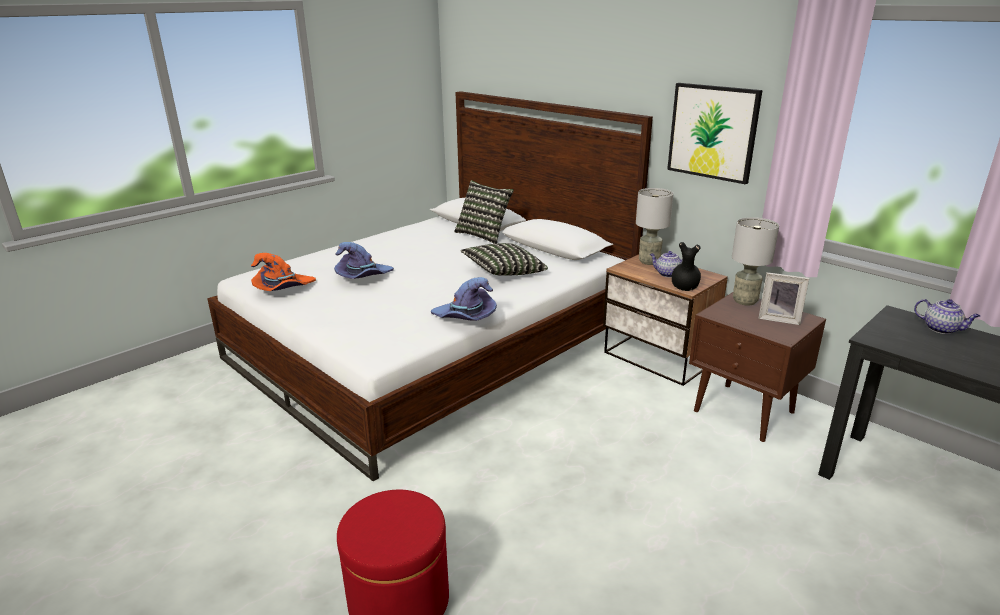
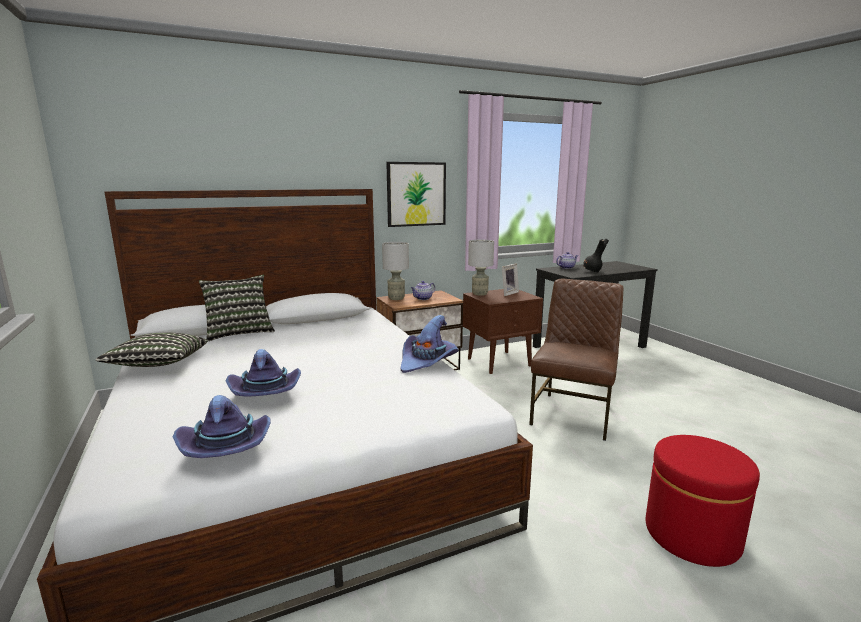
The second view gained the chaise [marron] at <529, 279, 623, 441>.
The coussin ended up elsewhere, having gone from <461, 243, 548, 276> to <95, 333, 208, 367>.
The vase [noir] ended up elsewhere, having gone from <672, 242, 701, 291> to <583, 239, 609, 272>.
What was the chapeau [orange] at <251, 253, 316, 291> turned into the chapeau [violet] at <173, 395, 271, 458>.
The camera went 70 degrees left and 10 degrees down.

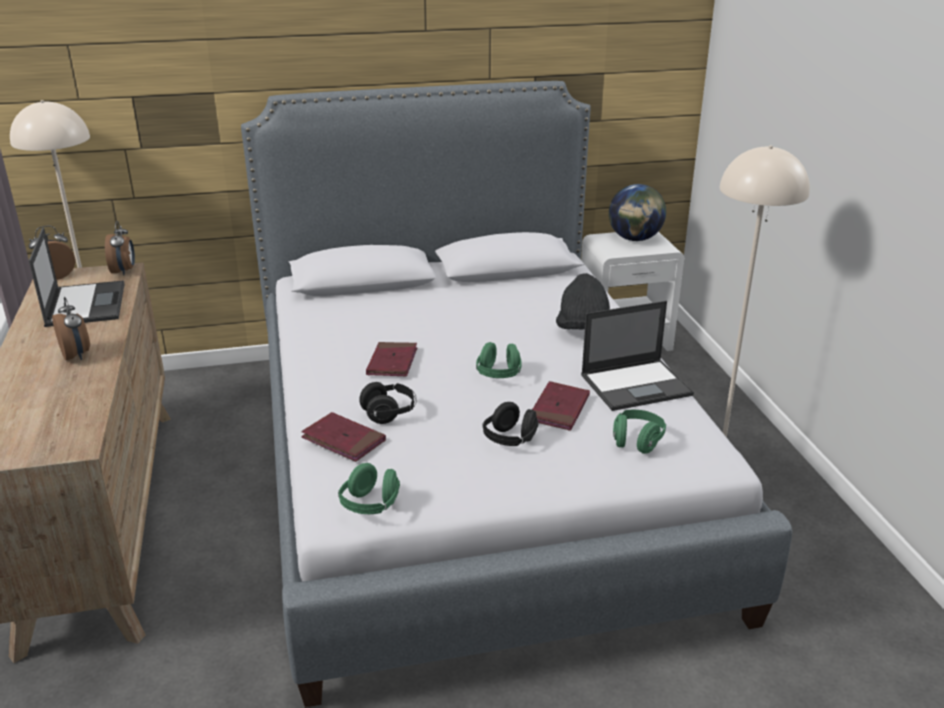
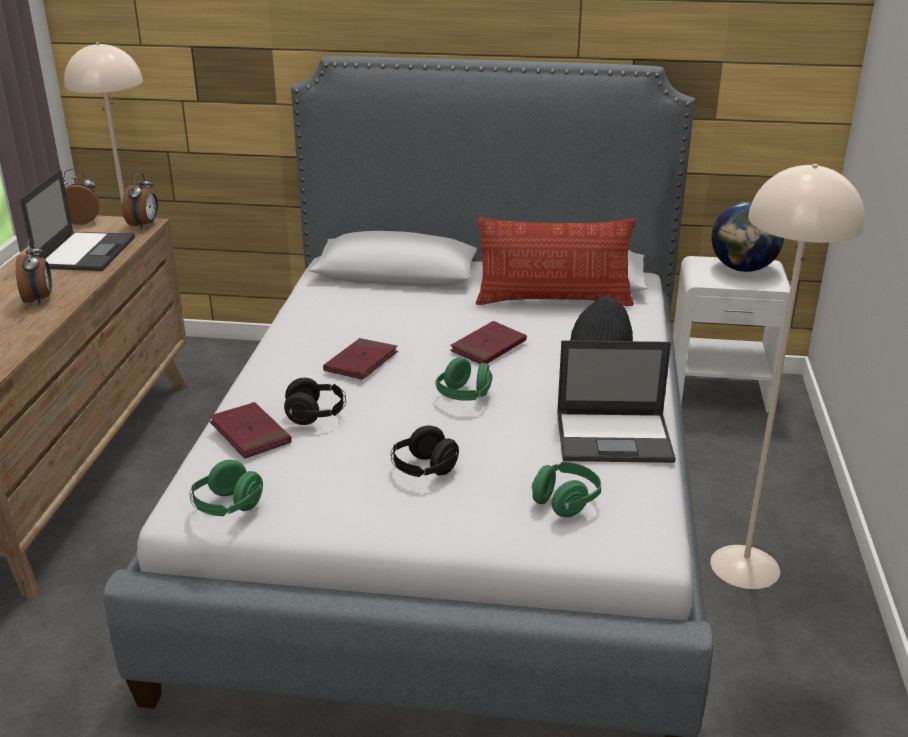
The second view gained the coussin at <476, 217, 636, 306>.
The livre [rouge] ended up elsewhere, having gone from <533, 381, 590, 431> to <450, 321, 527, 364>.
The camera went 20 degrees right and 0 degrees up.

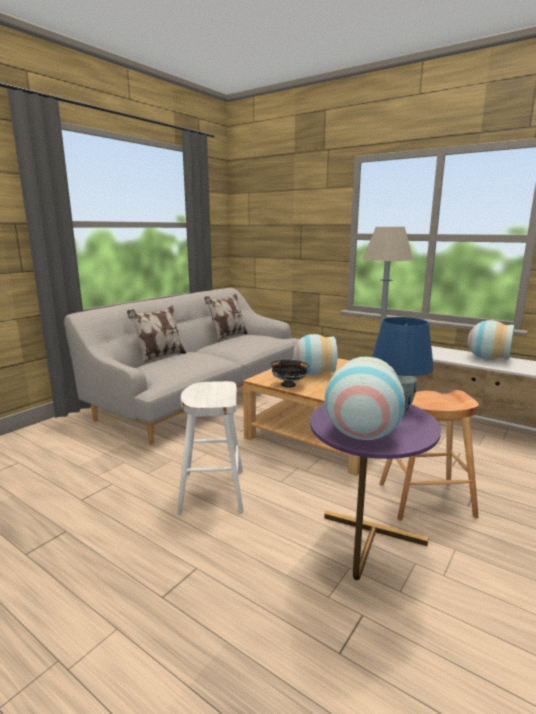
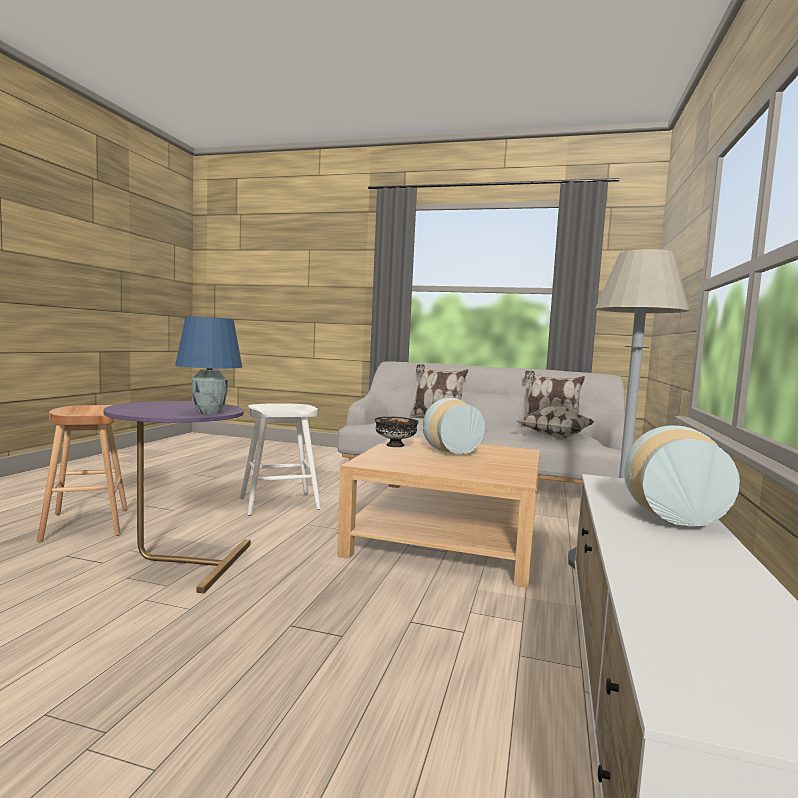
The second view lost the vase at <325, 357, 405, 440>.
The second view gained the coussin at <516, 406, 594, 438>.
The tabouret [marron] ended up elsewhere, having gone from <379, 390, 479, 520> to <37, 405, 128, 542>.
The camera went 70 degrees right and 10 degrees down.

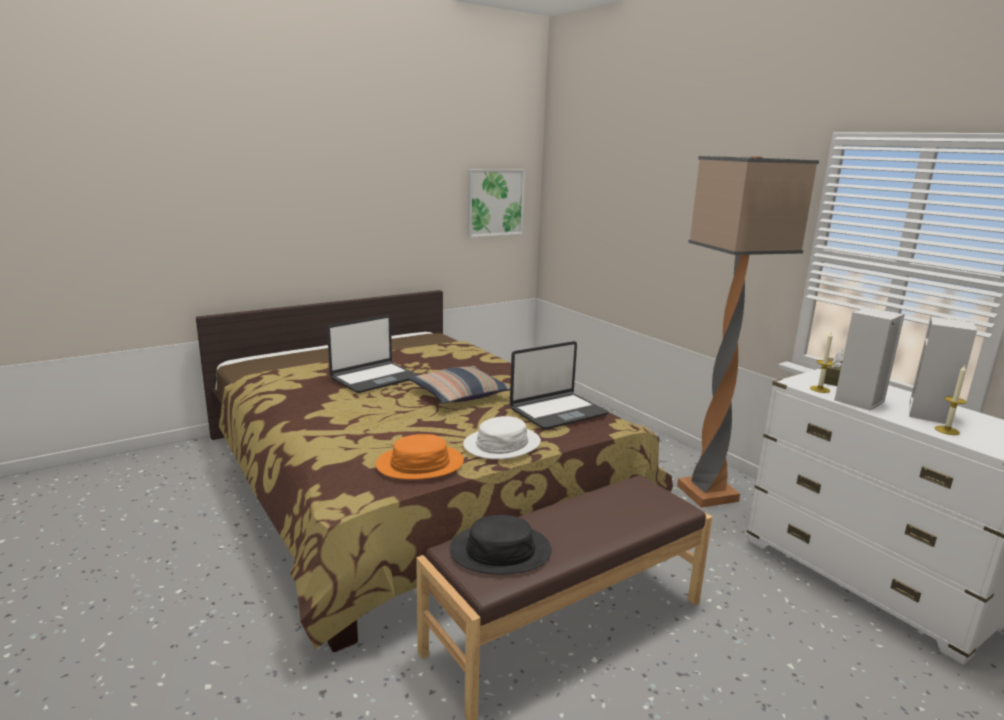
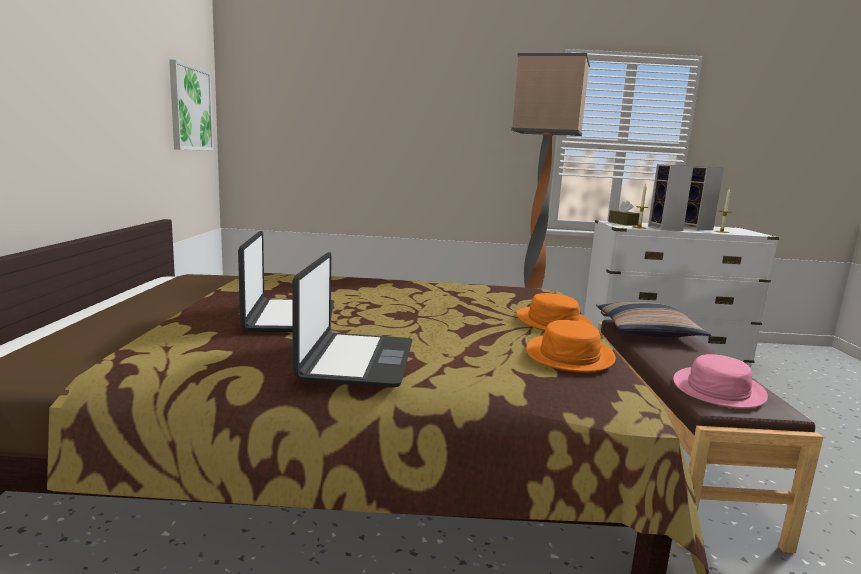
The coussin ended up elsewhere, having gone from <409, 366, 510, 404> to <596, 302, 711, 338>.
The ordinateur portable ended up elsewhere, having gone from <510, 341, 608, 430> to <292, 252, 412, 388>.
What was the chapeau [noir] at <450, 515, 552, 574> turned into the chapeau [rose] at <673, 354, 768, 409>.
What was the chapeau [blanc] at <463, 416, 541, 459> turned into the chapeau [orange] at <517, 293, 593, 331>.
The camera went 55 degrees left and 5 degrees down.

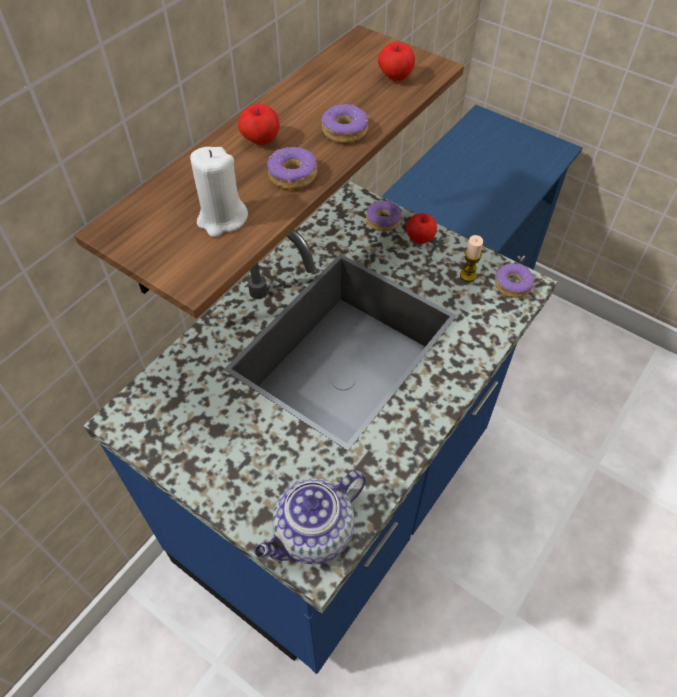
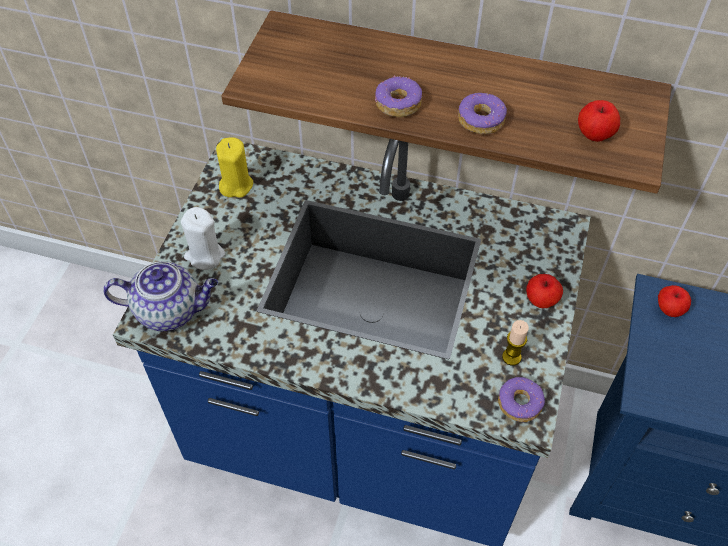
The second view lost the beignet at <366, 201, 402, 231>.
The second view gained the bougie [jaune] at <216, 137, 253, 198>.
The bougie [blanc] ended up elsewhere, having gone from <190, 147, 248, 237> to <181, 207, 225, 270>.
The pomme ended up elsewhere, having gone from <238, 104, 280, 145> to <658, 285, 691, 317>.
The théière at <255, 470, 366, 564> ended up facing another way, 150 degrees clockwise from before.
The camera went 70 degrees right and 0 degrees up.

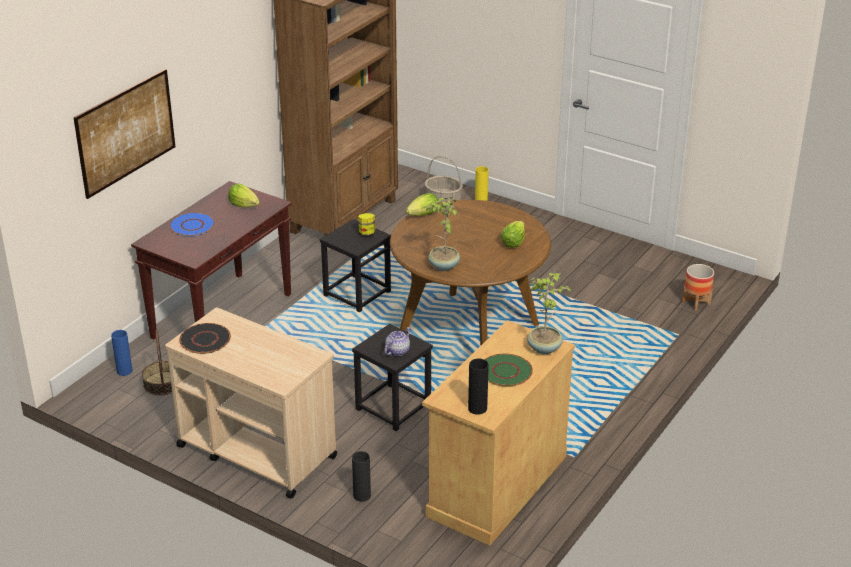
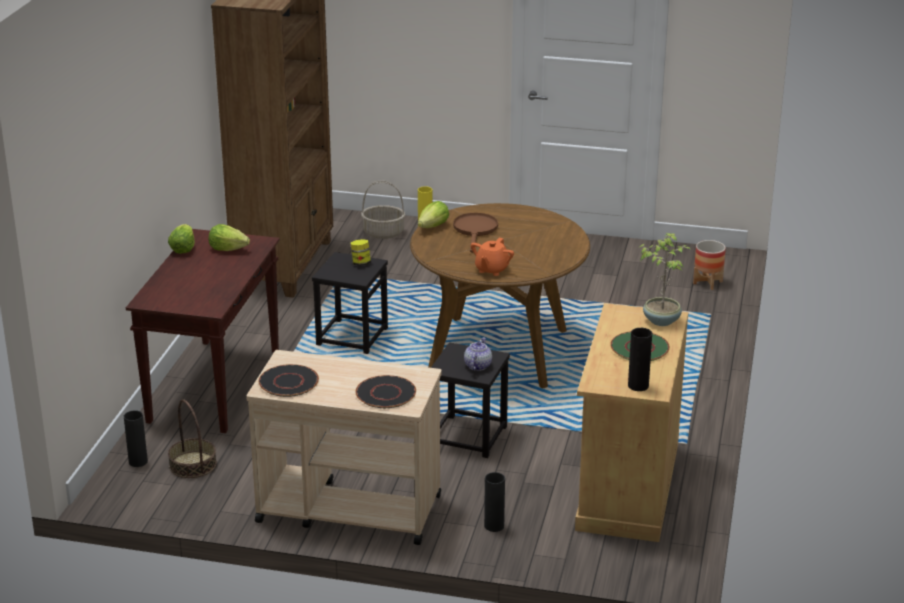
The second view lost the tableau at <74, 69, 175, 199>.
The second view lost the assiette [bleu] at <169, 212, 215, 237>.
The second view gained the assiette [noir] at <355, 375, 416, 408>.
The second view gained the poêle [marron] at <453, 213, 498, 253>.
The laitue ended up elsewhere, having gone from <501, 221, 525, 248> to <168, 224, 195, 254>.
Where the plante en pot stood at <424, 197, 460, 271>, the théière [orange] came to stand at <471, 237, 514, 276>.
What was the vase [bleu] at <111, 330, 133, 376> turned into the vase [noir] at <124, 410, 148, 467>.
The camera went 20 degrees left and 5 degrees down.

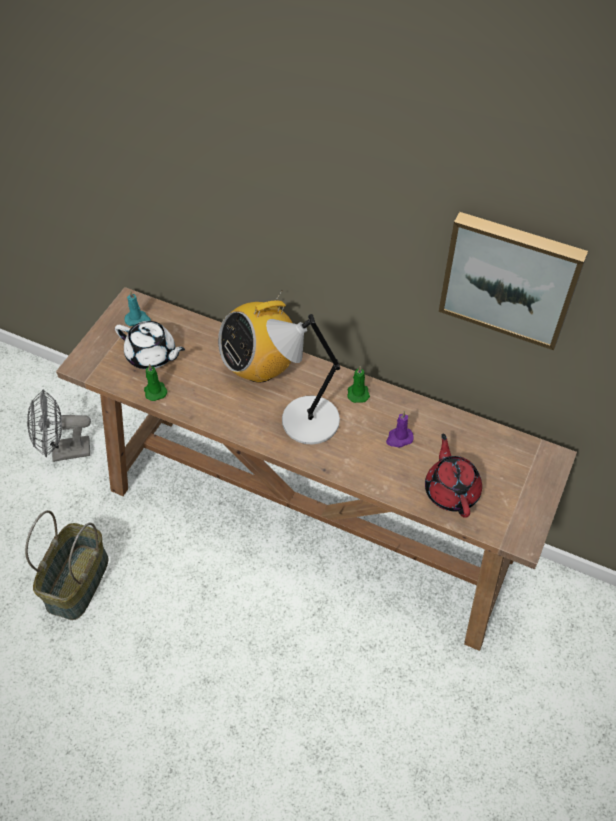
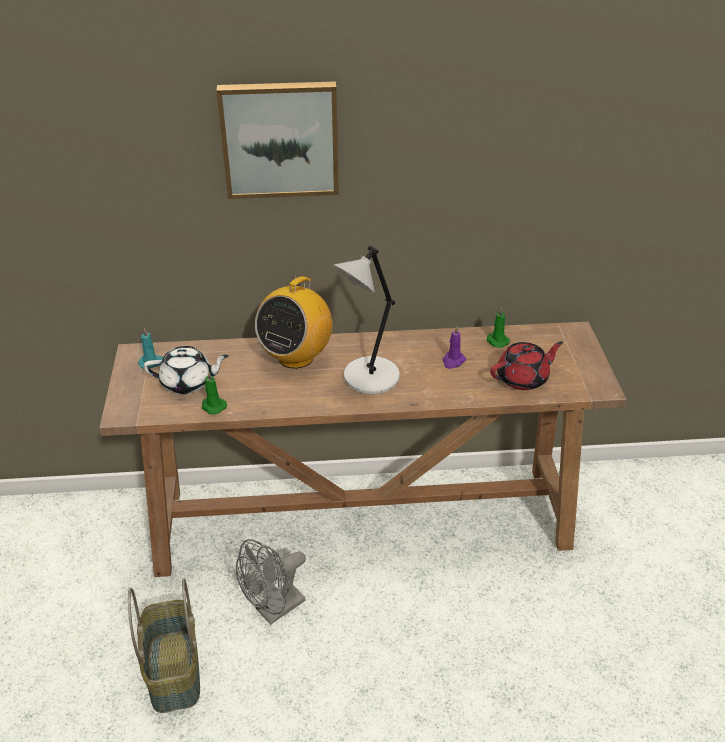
The ventilateur [gris] ended up elsewhere, having gone from <27, 390, 91, 462> to <236, 539, 306, 625>.
The bougie [vert] ended up elsewhere, having gone from <347, 366, 370, 403> to <486, 307, 510, 348>.
The tableau ended up elsewhere, having gone from <439, 212, 588, 350> to <216, 81, 339, 199>.
The théière [rouge] at <425, 433, 482, 518> ended up facing another way, 105 degrees clockwise from before.
The camera went 30 degrees left and 15 degrees down.

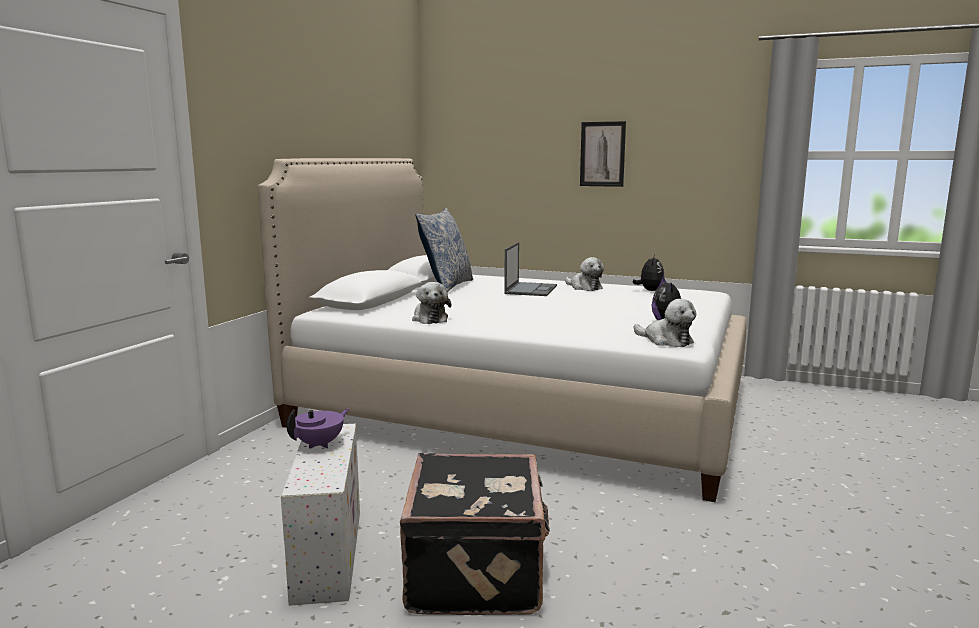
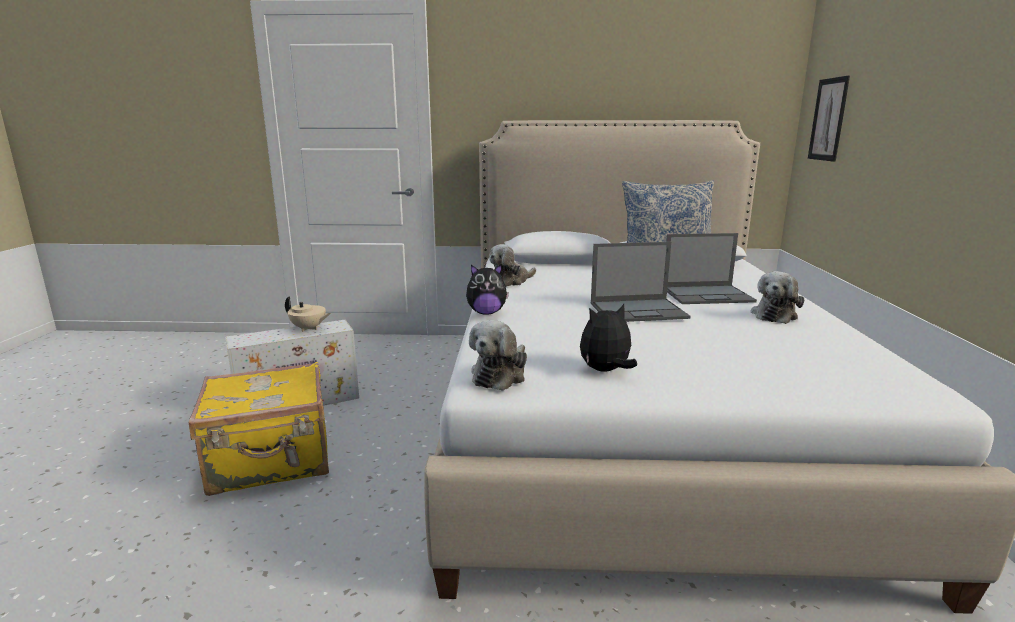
The second view gained the ordinateur portable at <591, 242, 691, 322>.
The tableau ended up elsewhere, having gone from <580, 121, 626, 187> to <808, 76, 850, 162>.
The peluche ended up elsewhere, having gone from <632, 255, 665, 291> to <466, 264, 509, 315>.
What was the théière [violet] at <287, 409, 349, 448> turned into the théière [beige] at <285, 296, 331, 332>.
What was the valise [noir] at <400, 453, 550, 615> turned into the valise [jaune] at <189, 362, 329, 496>.
The camera went 70 degrees right and 5 degrees up.

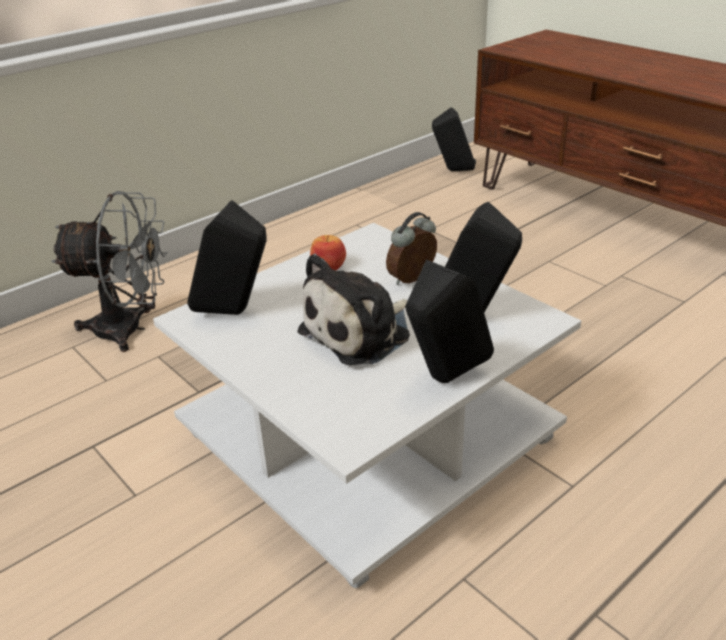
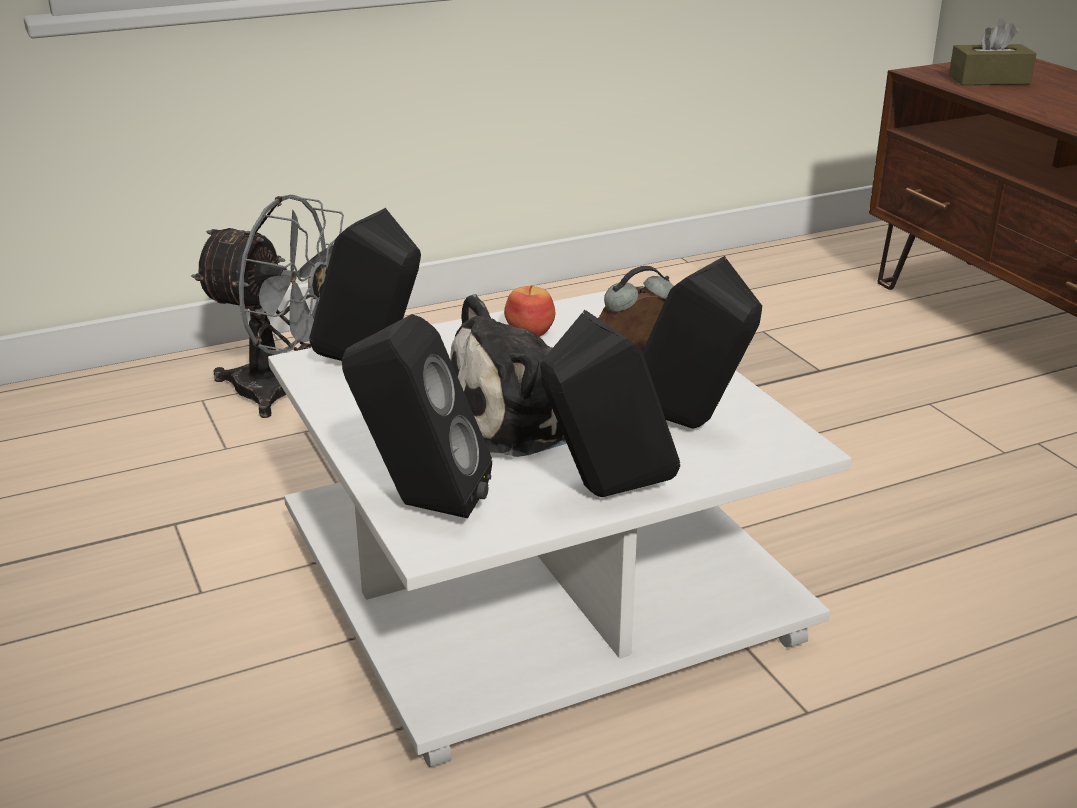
The second view gained the boîte à mouchoirs [marron] at <949, 19, 1037, 85>.
The enceinte [noir] ended up elsewhere, having gone from <432, 107, 476, 171> to <342, 314, 492, 518>.
The camera went 15 degrees right and 5 degrees down.

